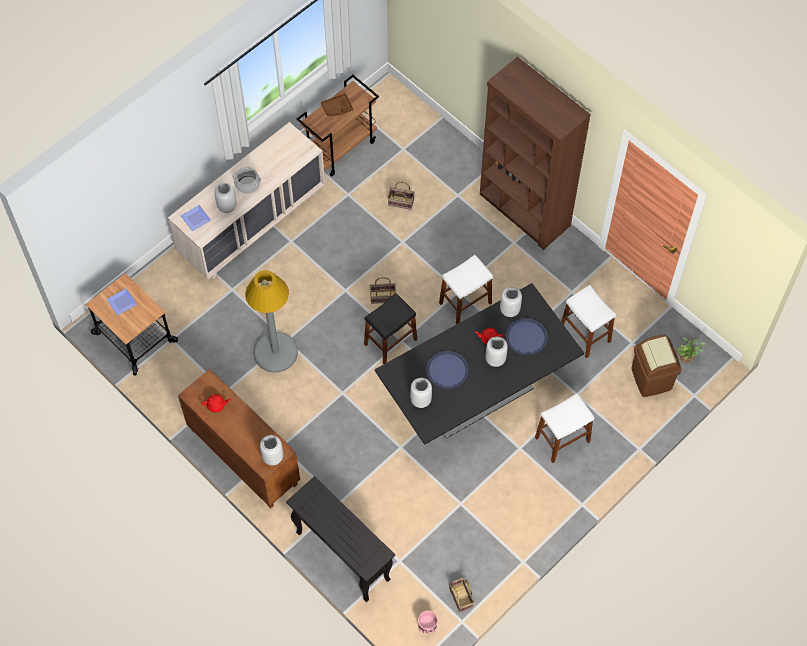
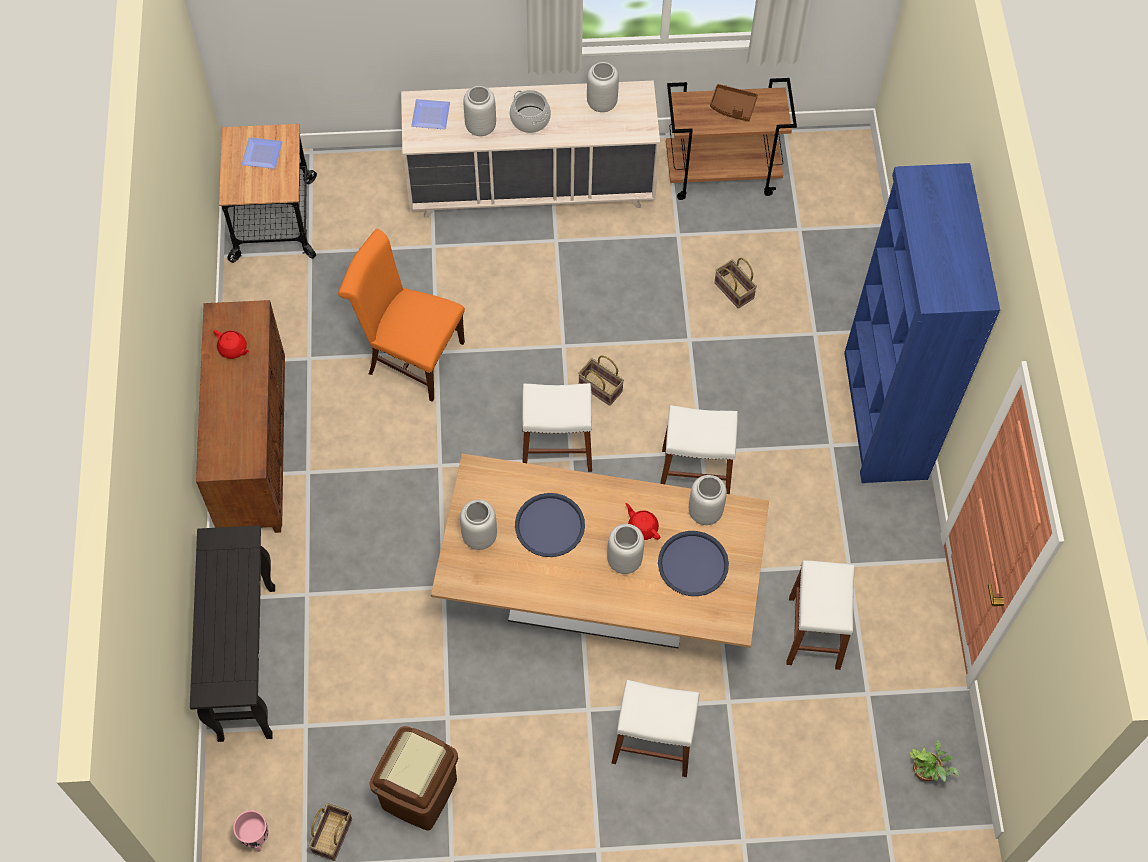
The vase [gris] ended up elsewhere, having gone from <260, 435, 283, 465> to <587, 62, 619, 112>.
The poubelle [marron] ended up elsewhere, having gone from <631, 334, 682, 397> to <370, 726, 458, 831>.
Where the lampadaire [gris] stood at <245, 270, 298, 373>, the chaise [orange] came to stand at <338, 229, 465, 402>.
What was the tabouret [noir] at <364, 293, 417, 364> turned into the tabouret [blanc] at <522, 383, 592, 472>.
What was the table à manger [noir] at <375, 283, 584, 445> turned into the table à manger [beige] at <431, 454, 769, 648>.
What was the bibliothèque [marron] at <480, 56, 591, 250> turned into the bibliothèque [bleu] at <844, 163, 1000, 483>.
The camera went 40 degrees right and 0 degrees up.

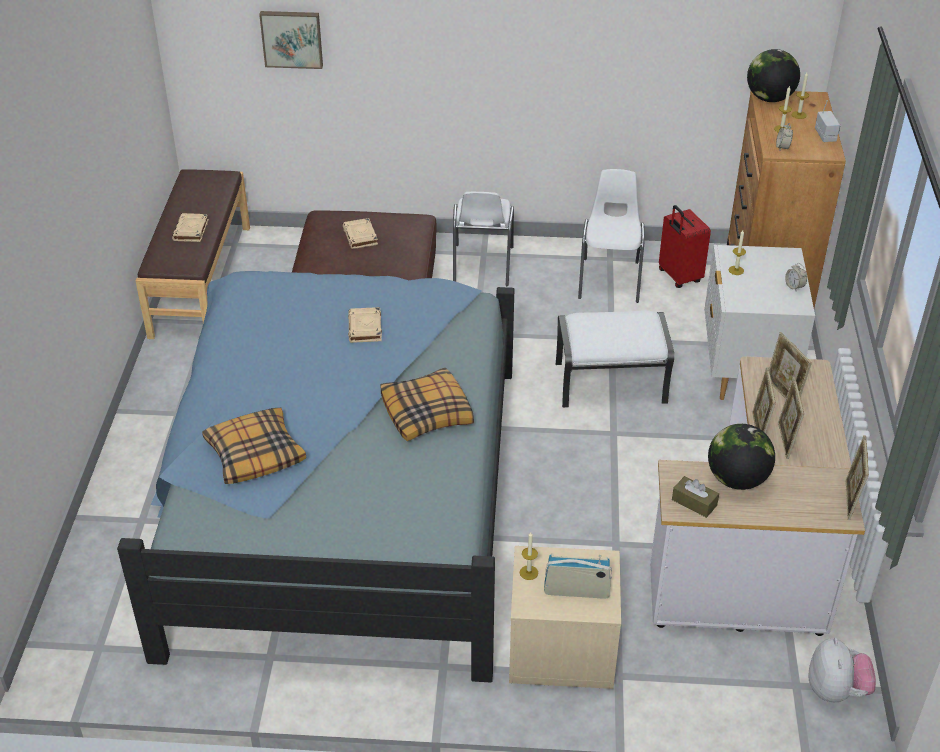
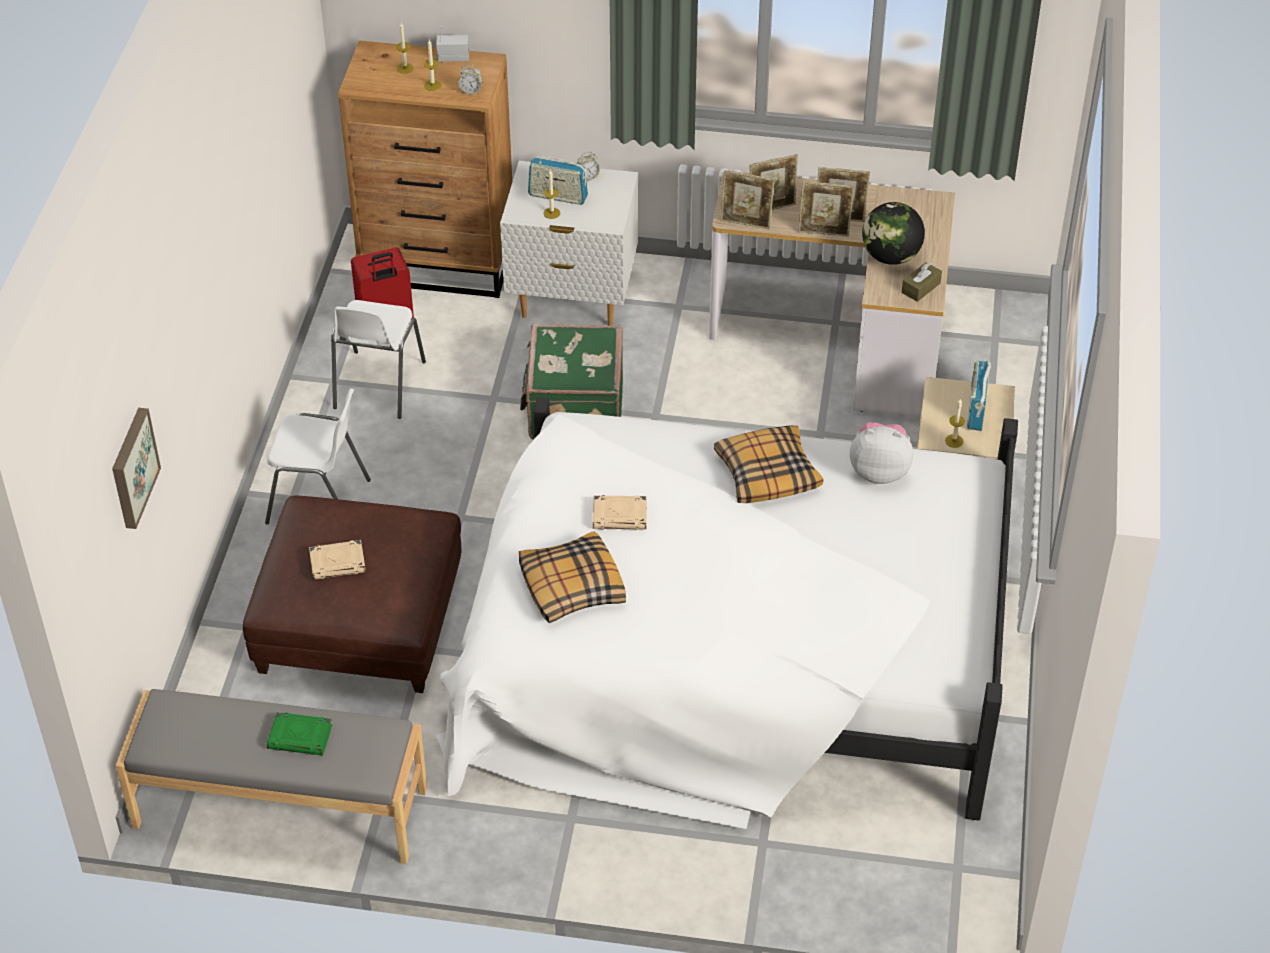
The second view lost the globe at <747, 49, 800, 102>.
The second view gained the radio at <528, 154, 588, 205>.
The coussin ended up elsewhere, having gone from <202, 408, 306, 484> to <519, 531, 626, 623>.
The peluche ended up elsewhere, having gone from <808, 638, 876, 702> to <850, 422, 913, 484>.
The cadre photo ended up elsewhere, having gone from <846, 435, 869, 520> to <720, 170, 775, 229>.
Where the pouf [blanc] stood at <556, 310, 674, 408>, the valise [vert] came to stand at <520, 324, 623, 440>.
What was the lit [bleu] at <117, 271, 514, 683> turned into the lit [blanc] at <436, 397, 1018, 829>.
What was the banc [marron] at <136, 169, 250, 339> turned into the banc [gris] at <116, 689, 427, 864>.
What was the livre [beige] at <172, 213, 209, 242> turned into the livre [vert] at <267, 712, 332, 755>.
The chaise [blanc] at <578, 169, 645, 303> ended up facing another way, 90 degrees counterclockwise from before.
The camera went 85 degrees left and 5 degrees up.

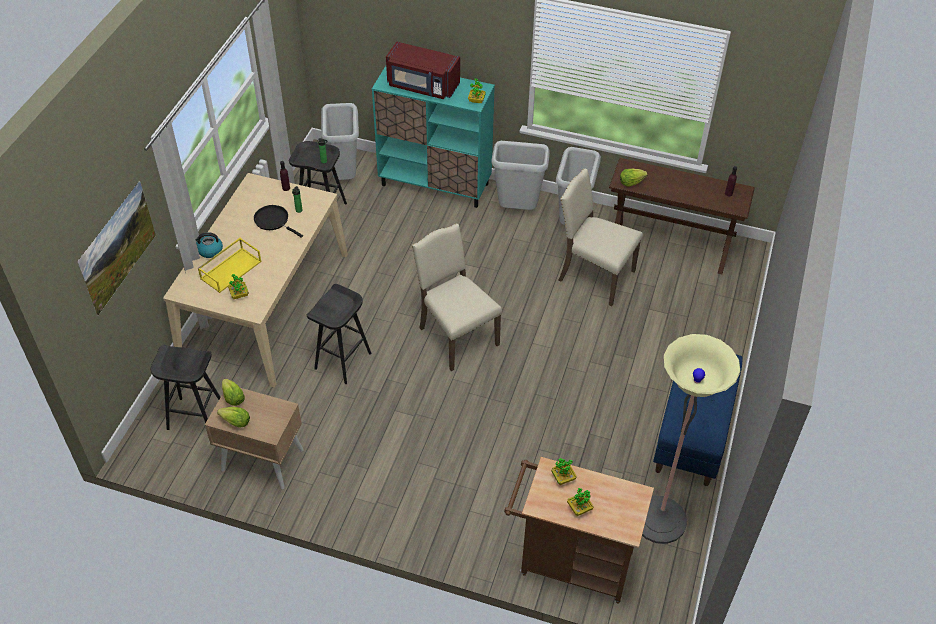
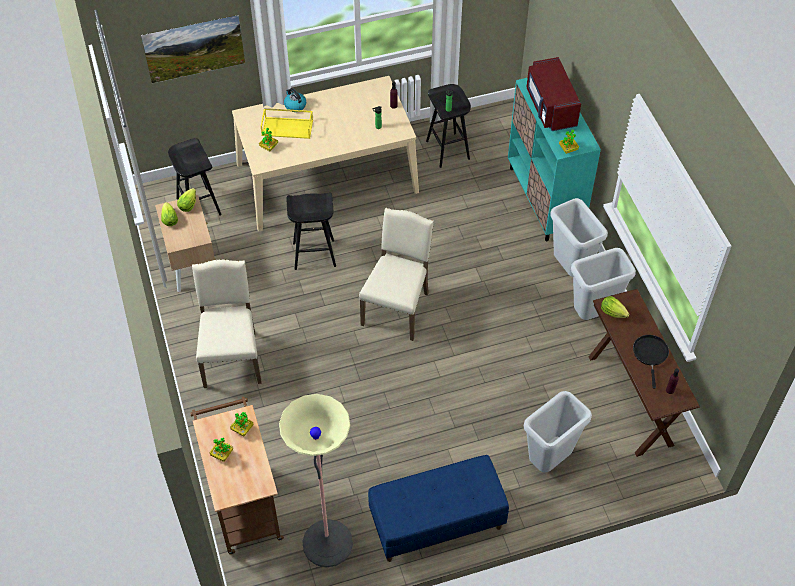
The poêle [noir] ended up elsewhere, having gone from <254, 205, 303, 238> to <633, 335, 669, 388>.
The poubelle [gris] ended up elsewhere, having gone from <321, 103, 359, 180> to <524, 391, 592, 472>.
The chaise [beige] ended up elsewhere, having gone from <559, 169, 643, 306> to <192, 259, 262, 388>.
The camera went 55 degrees right and 5 degrees up.

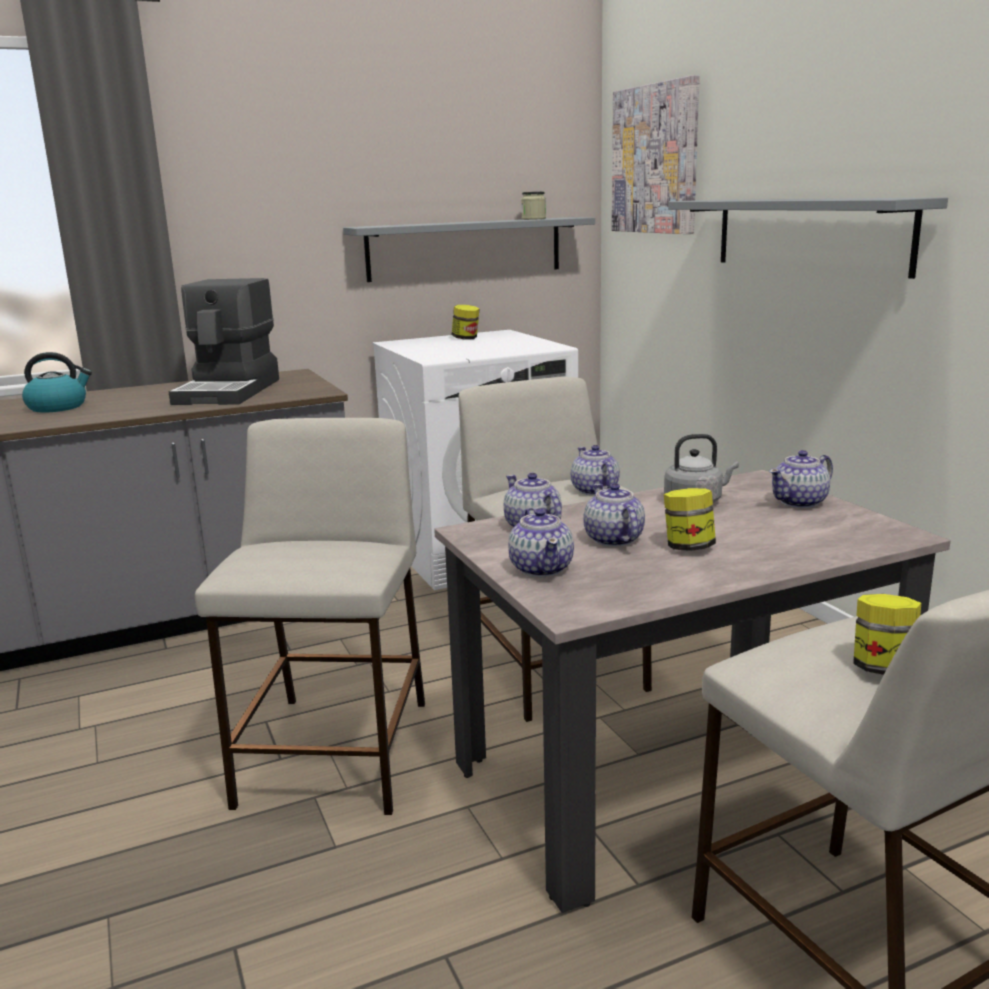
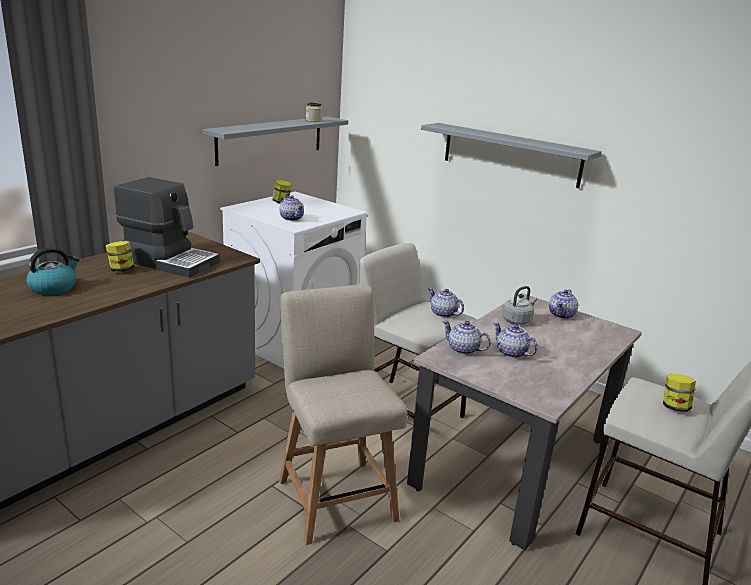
The second view lost the tableau at <612, 75, 700, 234>.
The théière ended up elsewhere, having gone from <508, 508, 574, 577> to <279, 195, 304, 221>.
The bocal ended up elsewhere, having gone from <664, 488, 716, 551> to <106, 241, 134, 272>.
Where the tabouret [beige] stood at <195, 418, 425, 815>, the chaise [beige] came to stand at <279, 284, 407, 545>.
The machine à café at <169, 278, 279, 405> ended up facing another way, 45 degrees counterclockwise from before.
The camera went 30 degrees left and 5 degrees up.

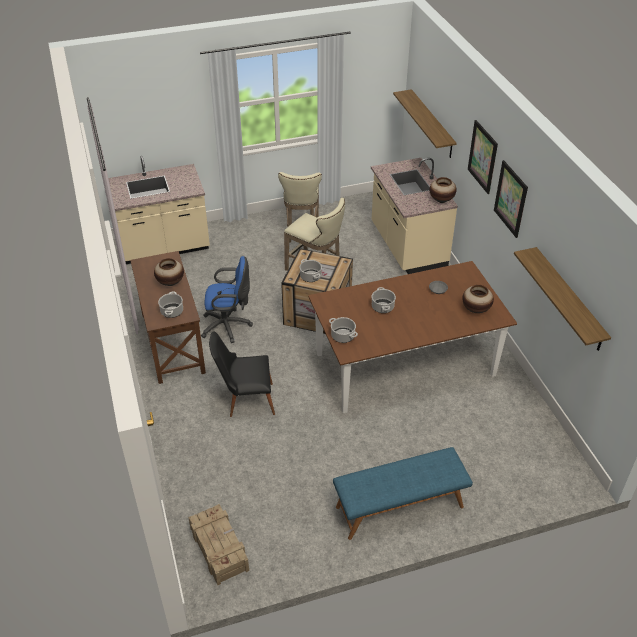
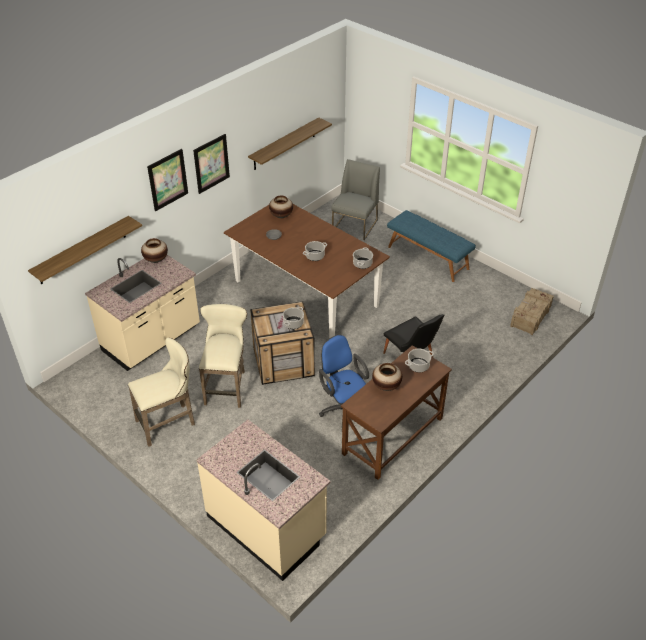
The second view gained the chaise [gris] at <331, 159, 380, 240>.
The camera went 120 degrees left and 0 degrees up.

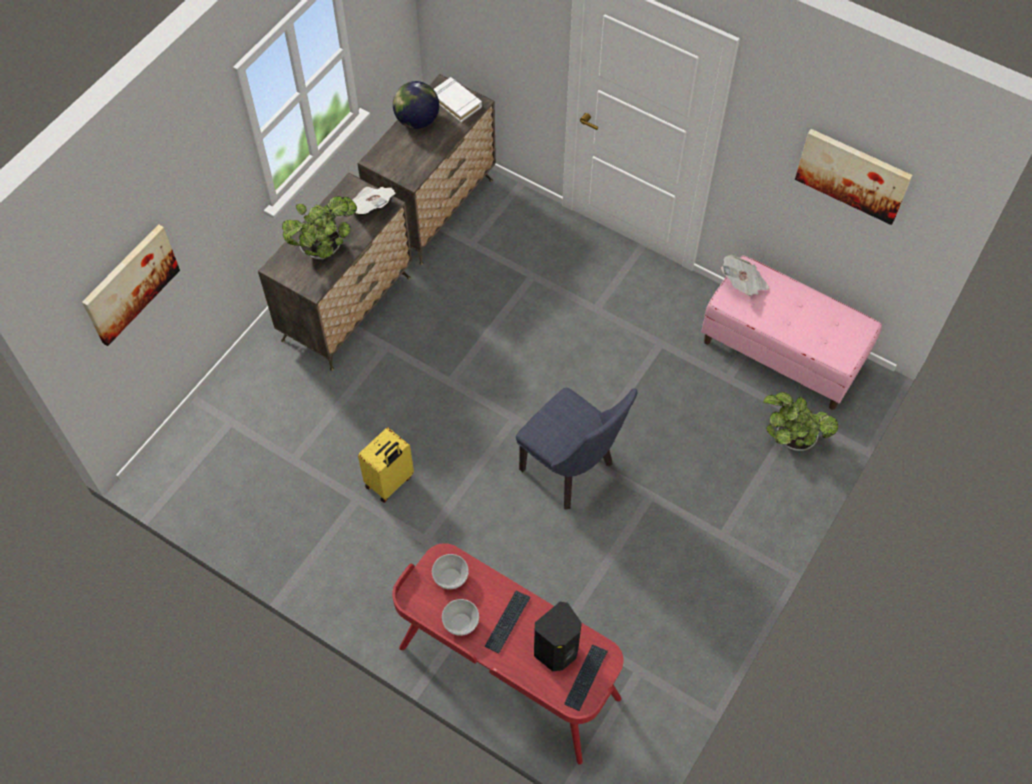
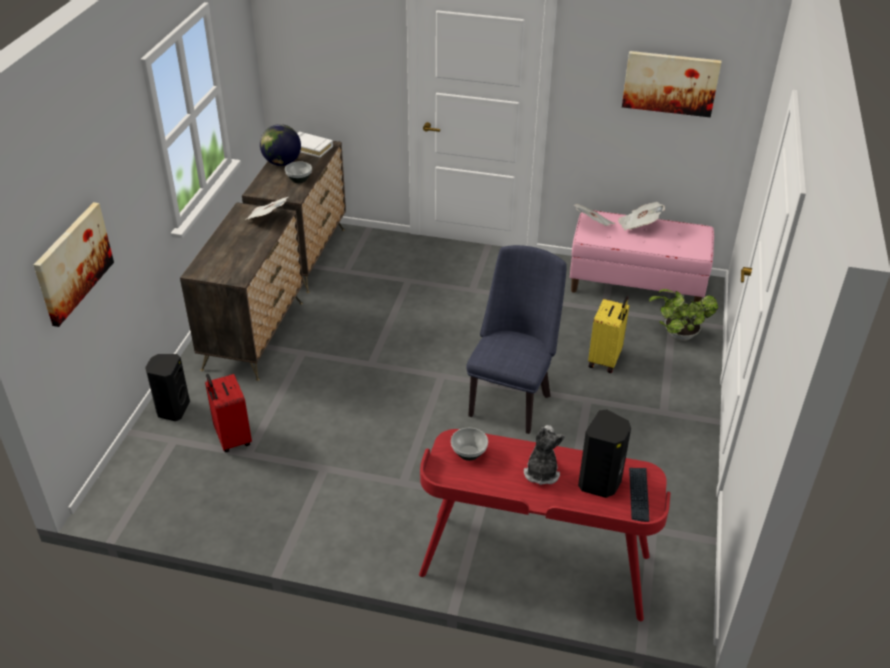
The second view lost the plante en pot at <282, 196, 357, 259>.
The second view gained the enceinte [noir] at <145, 354, 190, 421>.
The second view gained the valise [rouge] at <205, 374, 252, 452>.
The second view gained the journal at <618, 202, 665, 231>.
The valise [jaune] ended up elsewhere, having gone from <358, 427, 414, 503> to <588, 296, 629, 373>.
The bol ended up elsewhere, having gone from <442, 599, 479, 636> to <285, 161, 312, 183>.
Where the clavier stood at <485, 591, 531, 653>, the peluche came to stand at <524, 425, 565, 485>.
The chaise [bleu] at <516, 388, 637, 509> ended up facing another way, 90 degrees counterclockwise from before.
The camera went 20 degrees left and 20 degrees down.

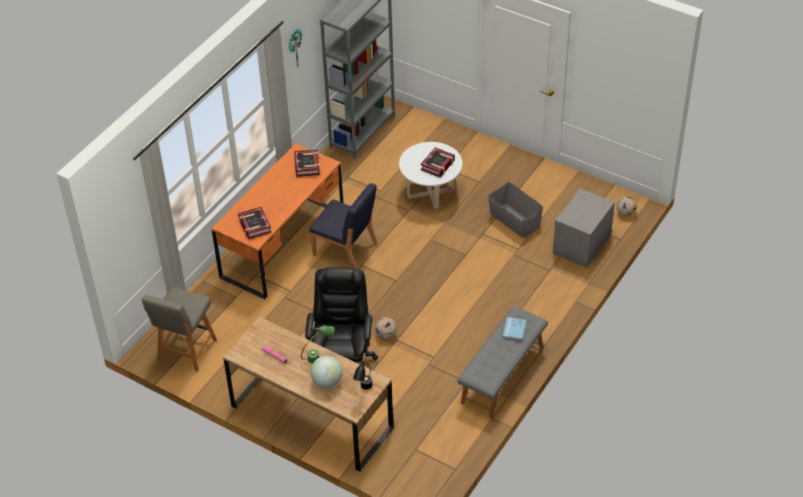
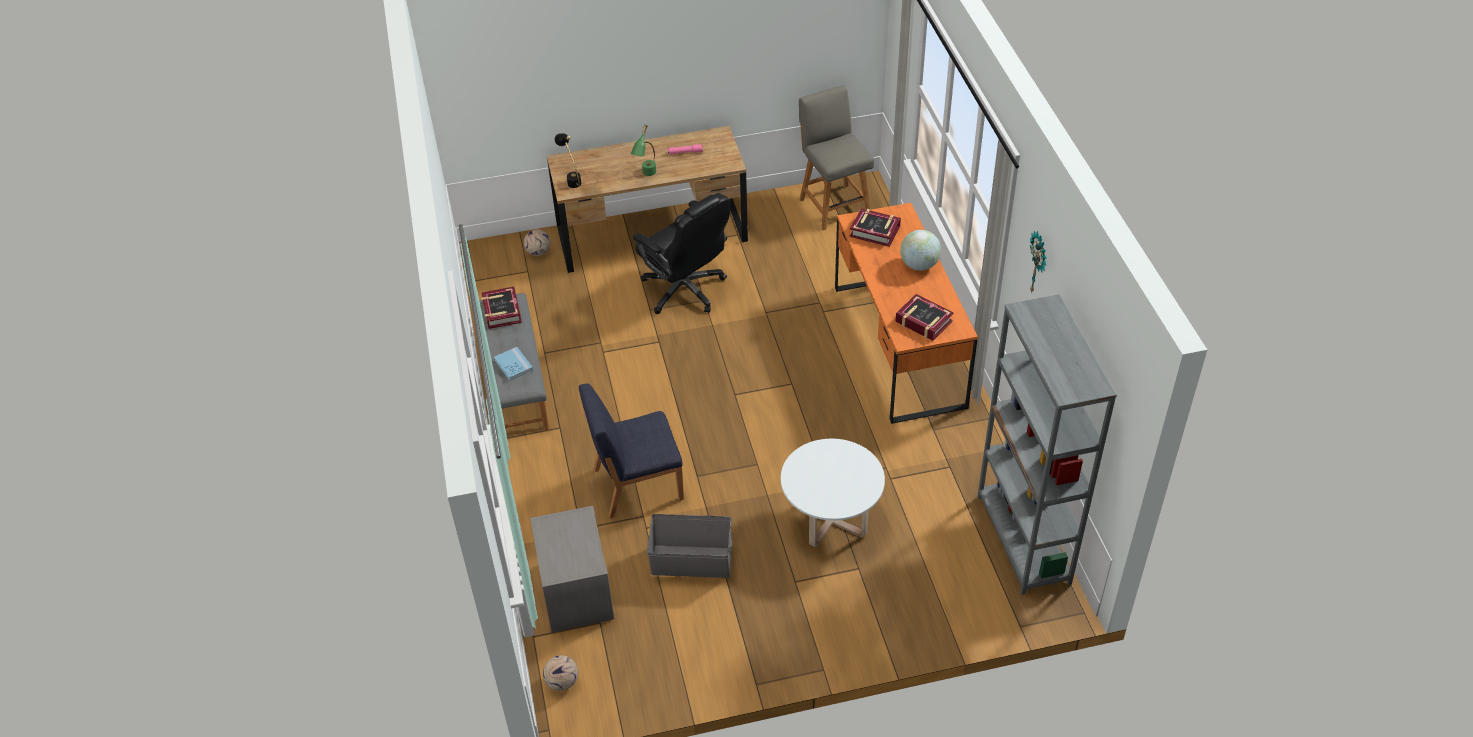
The chaise [bleu] ended up elsewhere, having gone from <310, 183, 378, 269> to <579, 383, 684, 519>.
The globe ended up elsewhere, having gone from <310, 356, 342, 388> to <900, 230, 941, 271>.
The ballon de foot ended up elsewhere, having gone from <375, 317, 397, 339> to <524, 229, 551, 256>.
The livre ended up elsewhere, having gone from <420, 147, 455, 177> to <481, 287, 522, 329>.
The camera went 135 degrees right and 0 degrees up.

